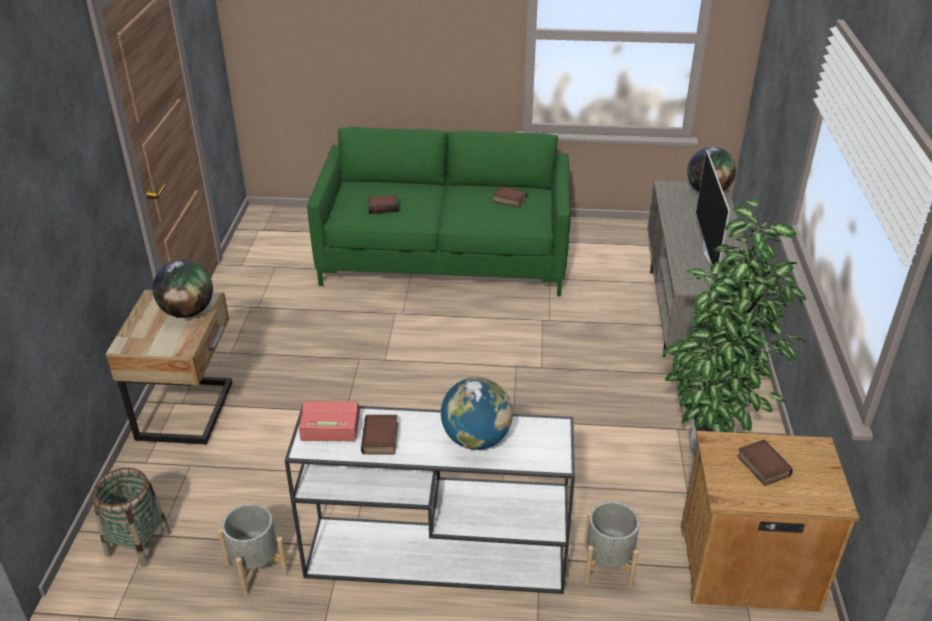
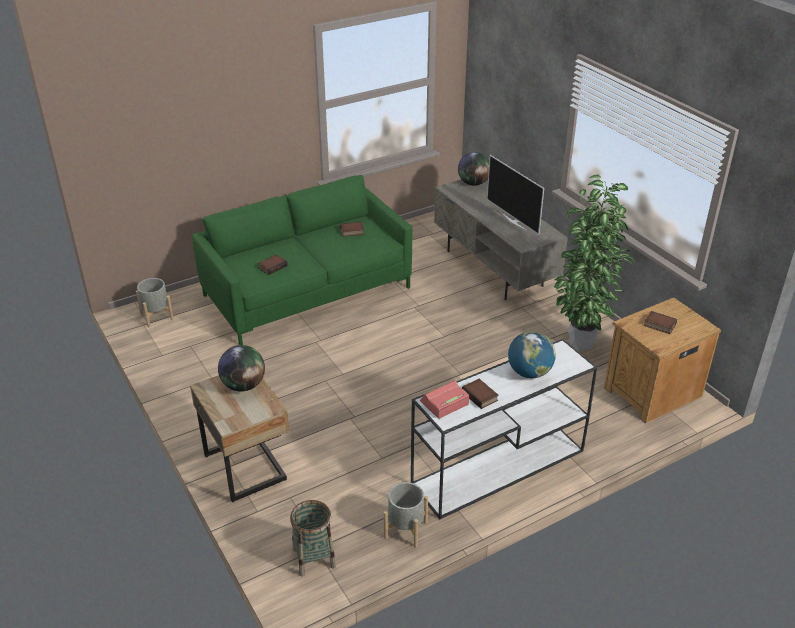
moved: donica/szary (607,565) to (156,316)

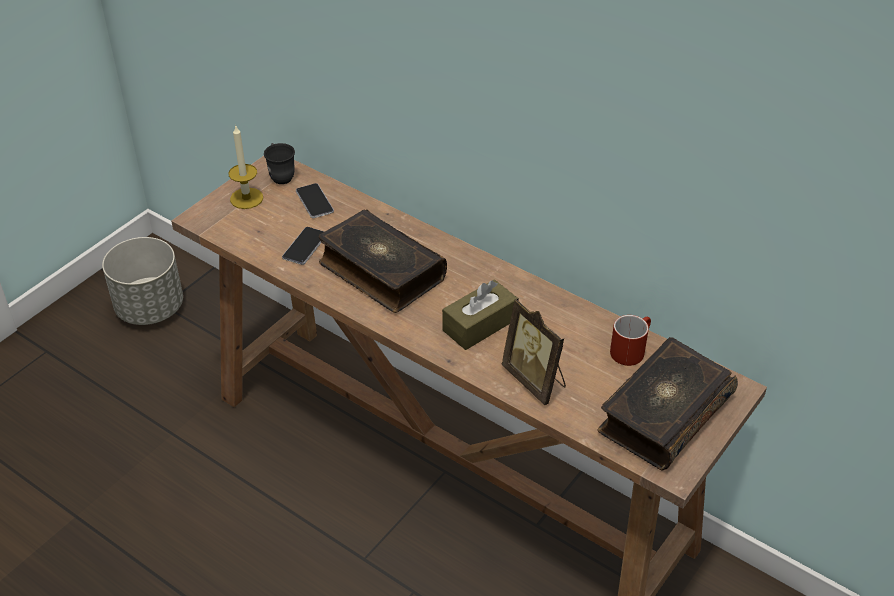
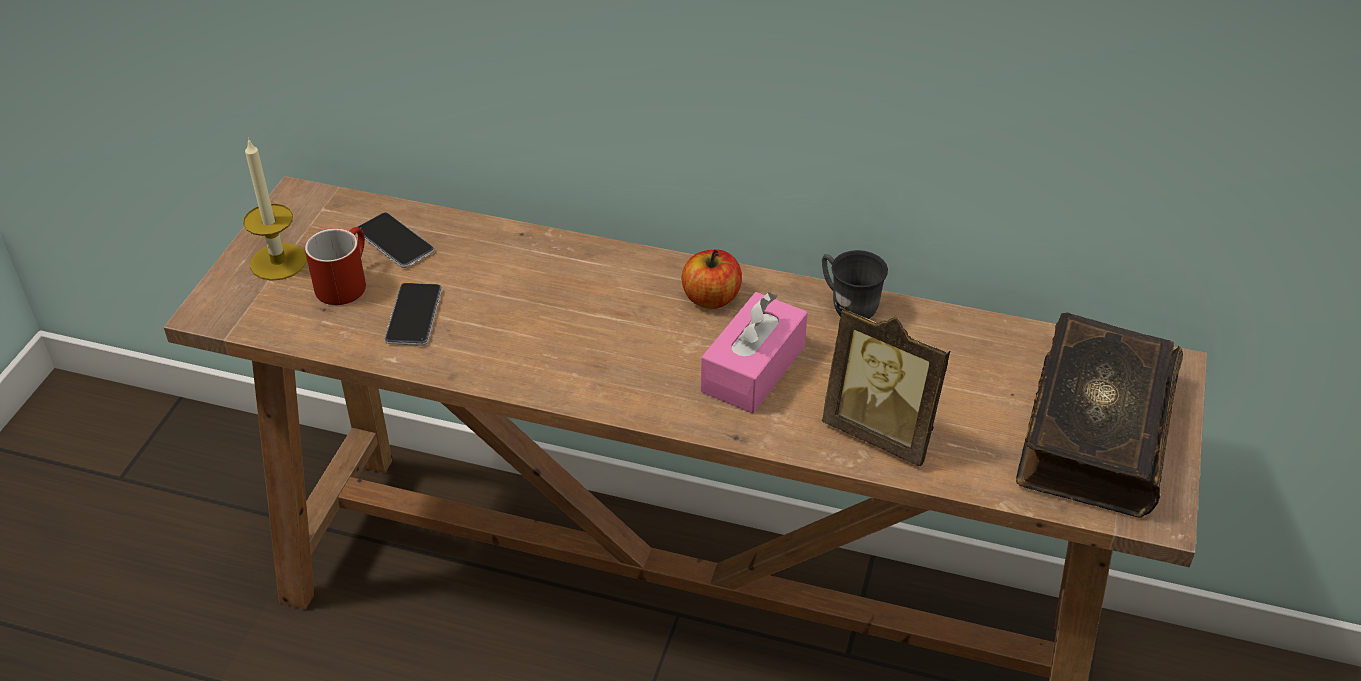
removed: książka (380,272); donica/szary (150,308)
added: jabłko (711,298)
moved: kubek/szary (280,175) to (847,307); kubek/czerwony (630,349) to (344,281)
recoloured: pudełko chusteczek/brązowy (479,325) to pudełko chusteczek/różowy (753,369)

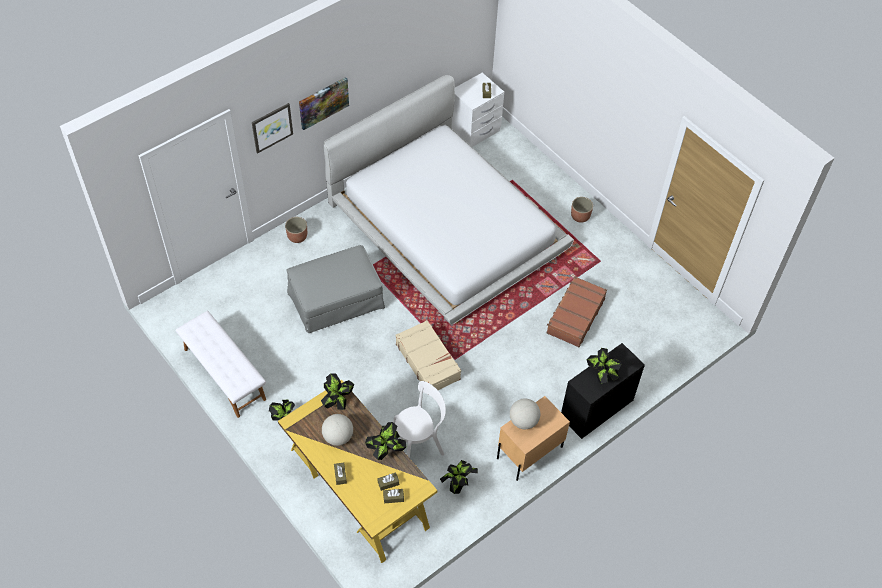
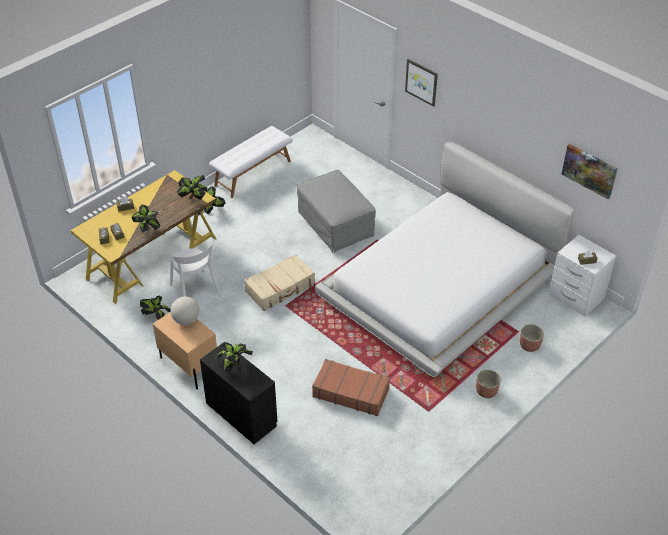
removed: globus (338,437)
moved: obraz (323,102) to (589,170); donica (297,237) to (529,345)

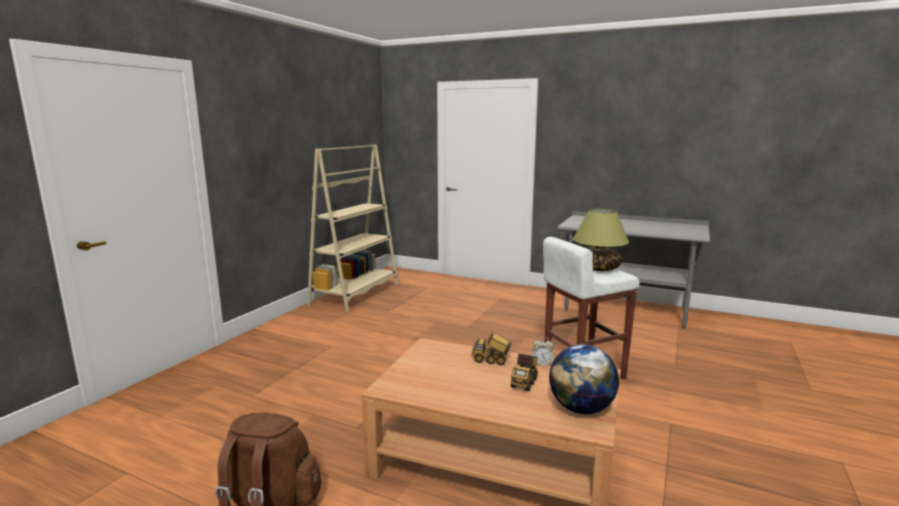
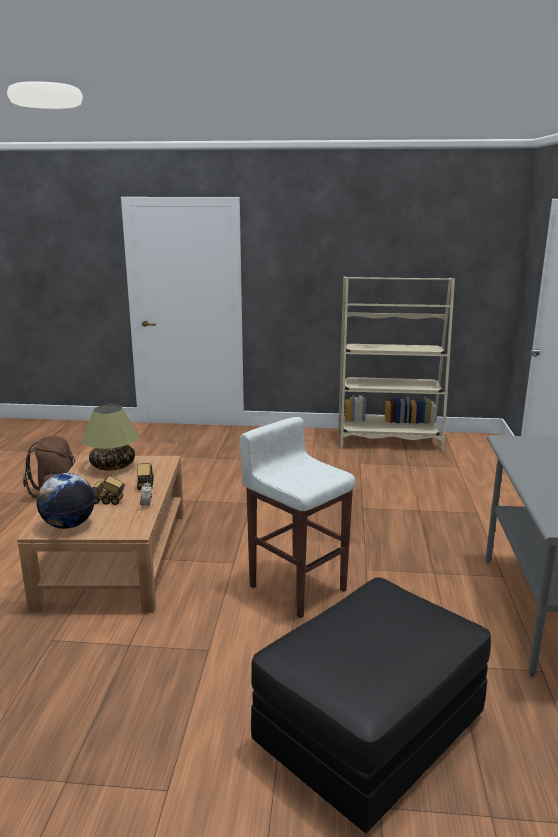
added: pufa/czarny (370,728)
moved: lampa stołowa (598,268) to (113,466)

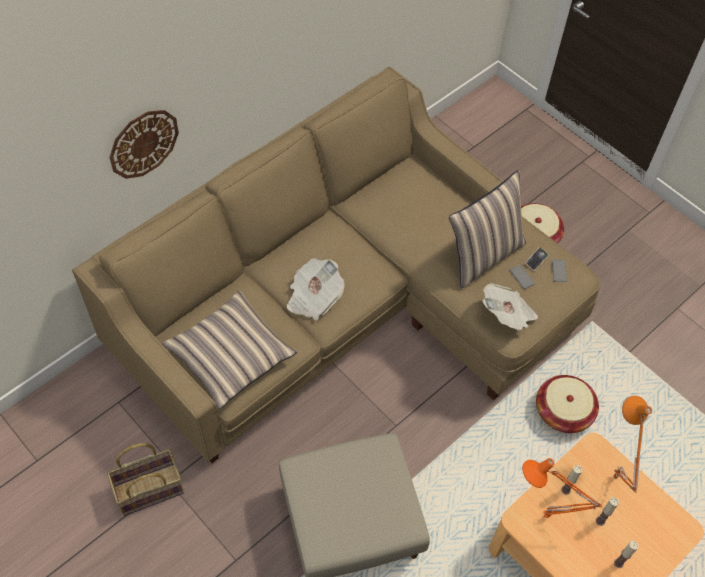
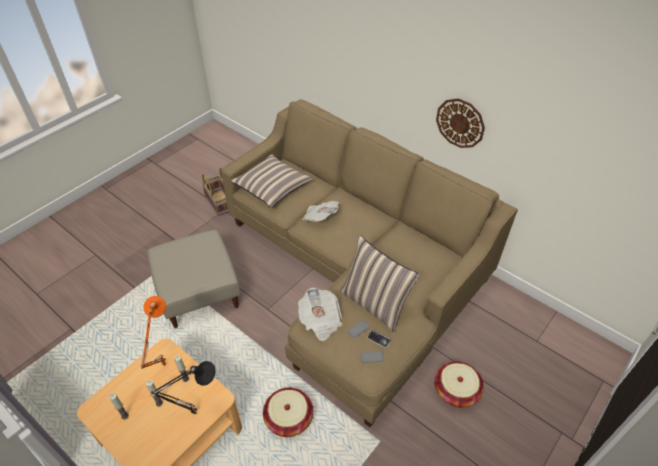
moved: zegar ścienny (143,143) to (460,123)
recoloured: lampa stołowa/pomarańczowy (611,477) to lampa stołowa/czarny (195,412)

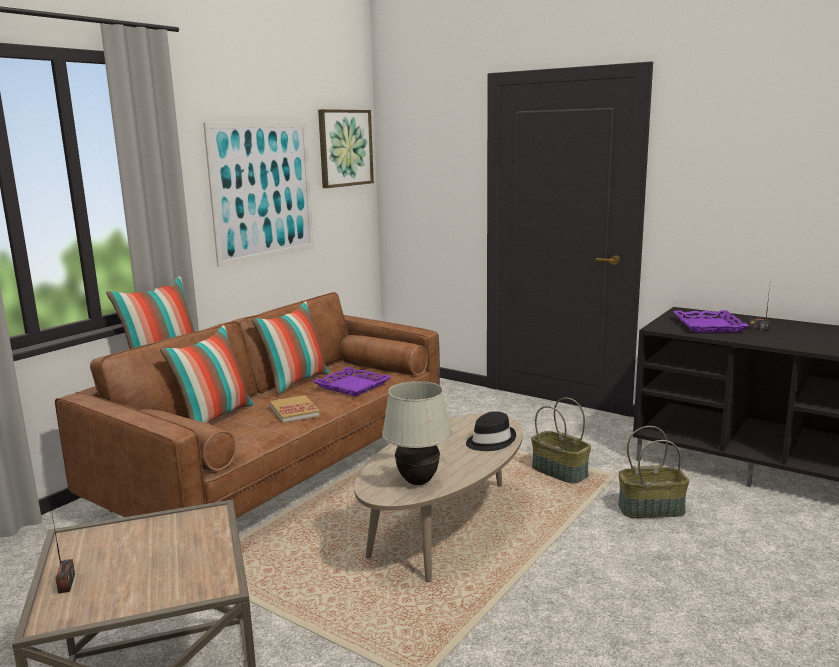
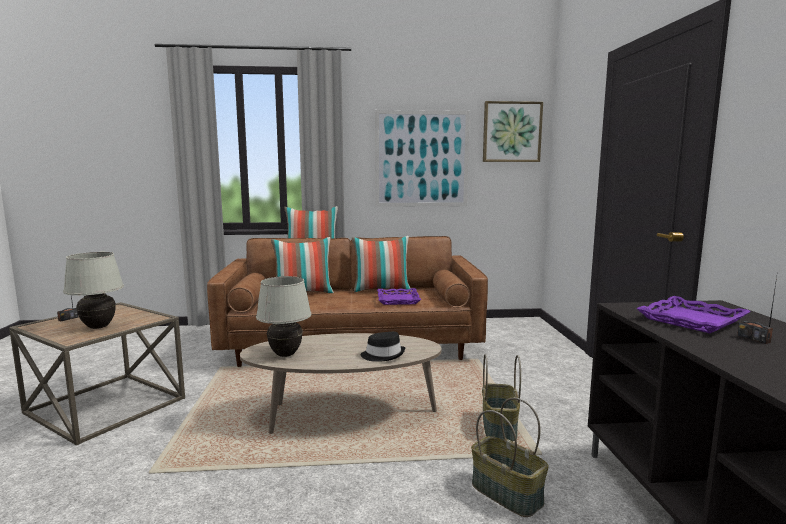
removed: książka (295,411)
added: lampa stołowa/biały (98,327)

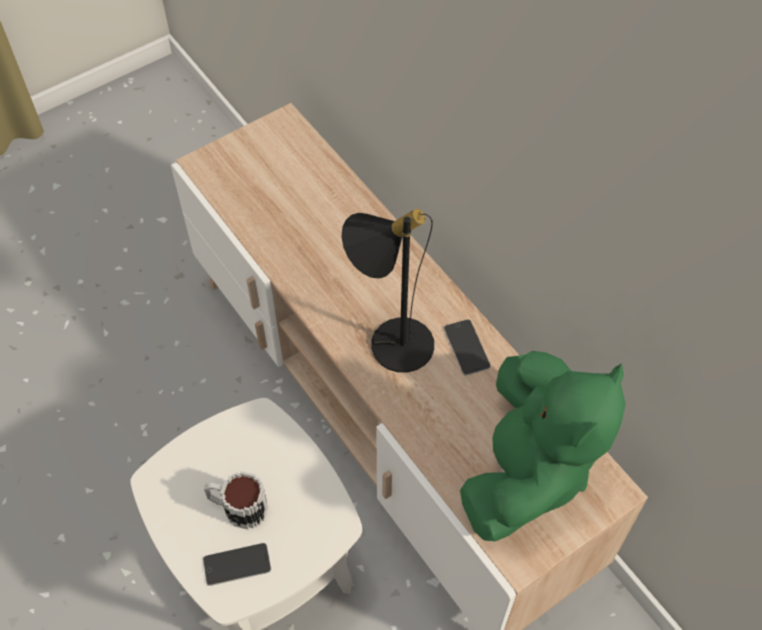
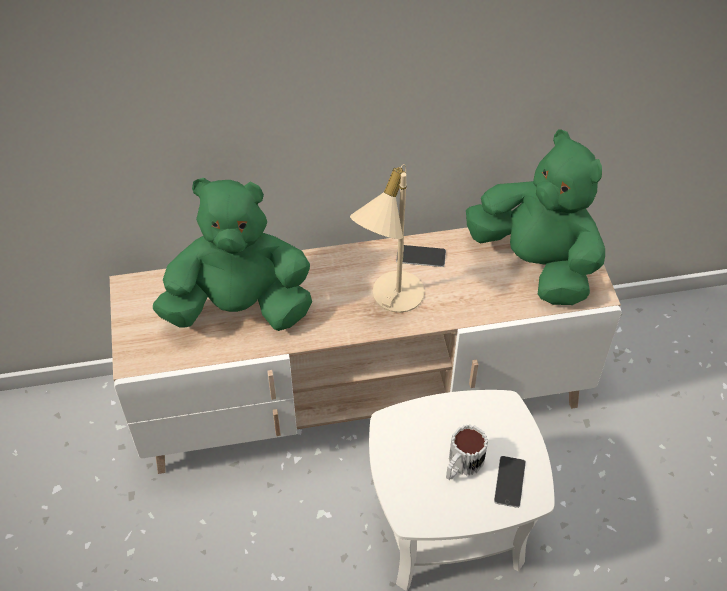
added: pluszak/zielony (240,307)
recoloured: lampa stołowa/czarny (391,339) to lampa stołowa/beżowy (389,297)

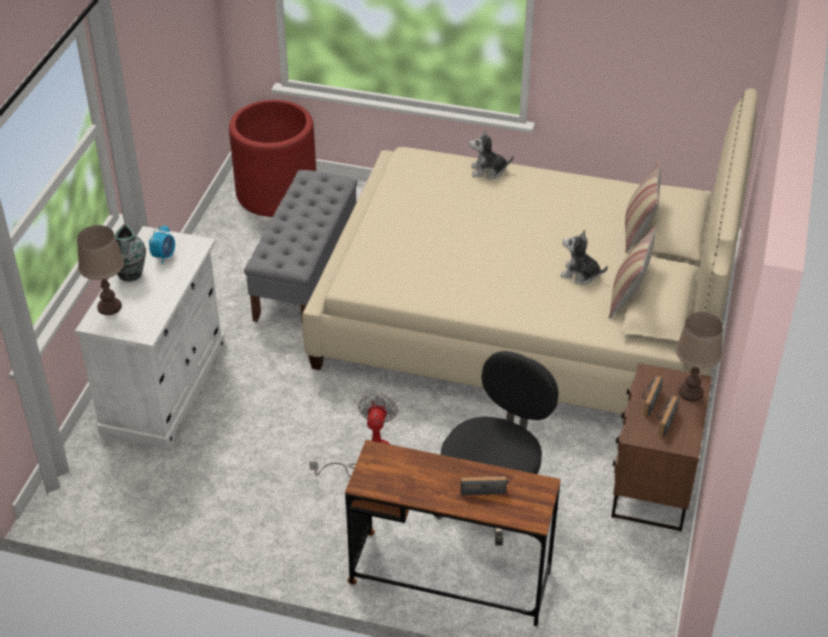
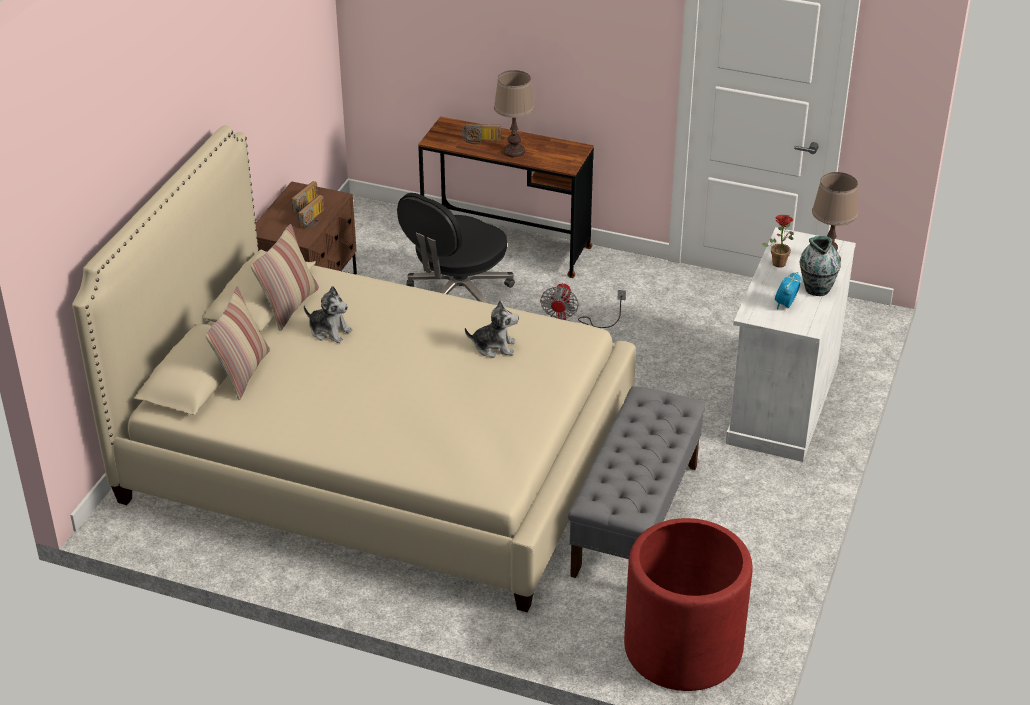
added: roślina doniczkowa (778,261)
moved: pluszak (488,171) to (494,347); lampa stołowa/brązowy (691,392) to (514,151)

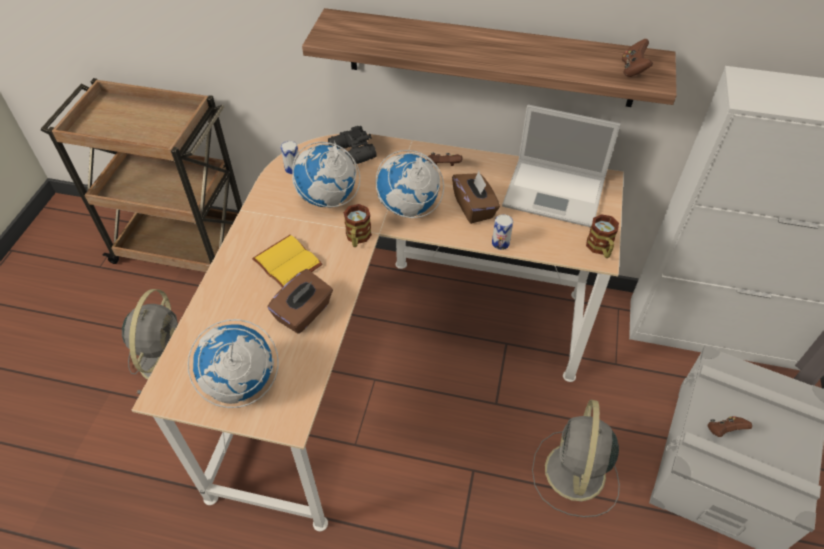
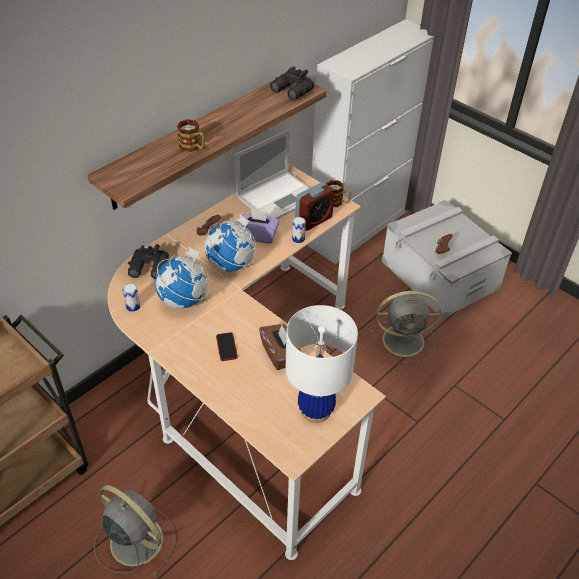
added: budzik (313,220)
moved: kubek (357,238) to (193,147)
replaced: pad do gier/brązowy (633,69) to lornetka/czarny (292,91); książka/żółty (285,263) to telefon (226,347); globus (240,384) to lampa stołowa/biały (315,410)
recoloured: pudełko chusteczek/brązowy (474,207) to pudełko chusteczek/fioletowy (258,235)
turned: wentylator/szary (574,474) = (405,340) 45 degrees counterclockwise

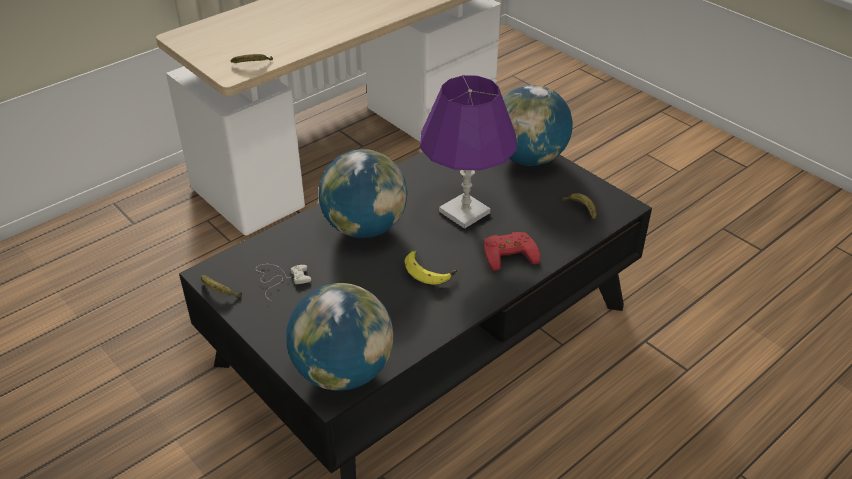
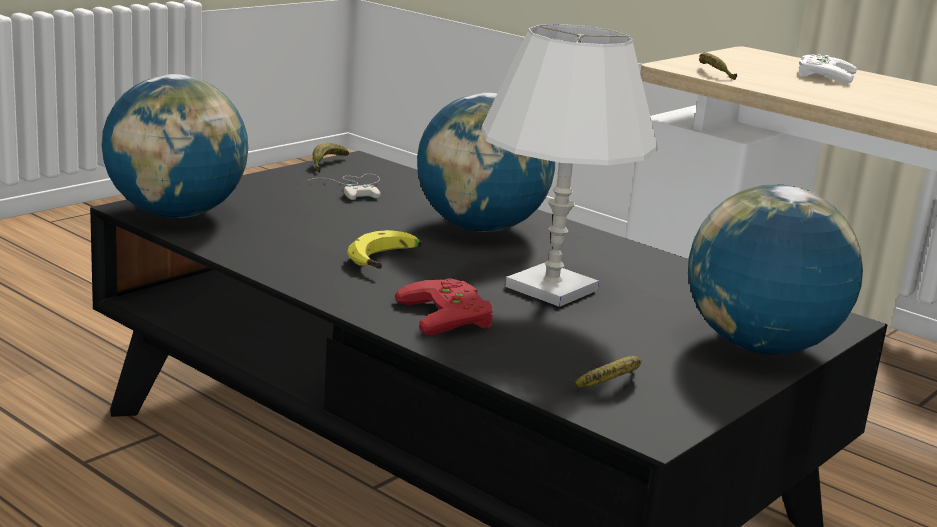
added: pad do gier/biały (820,74)
recoloured: lampa stołowa/fioletowy (465,212) to lampa stołowa/biały (551,289)

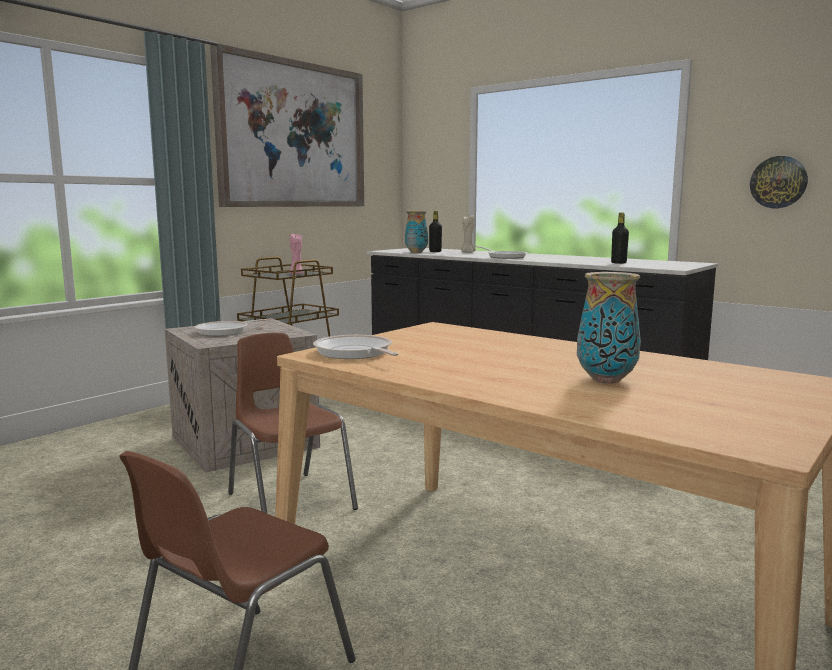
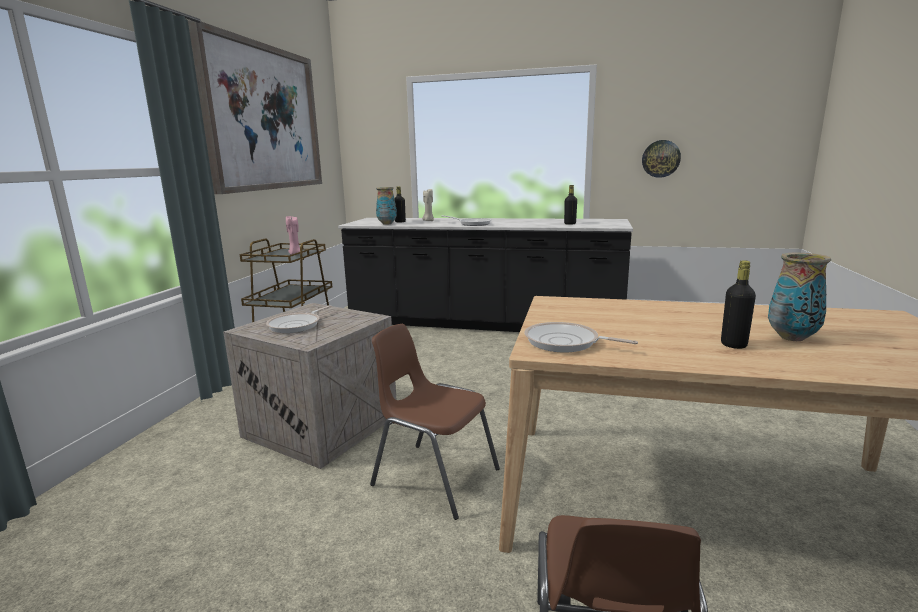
added: butelka/czarny (733,345)

